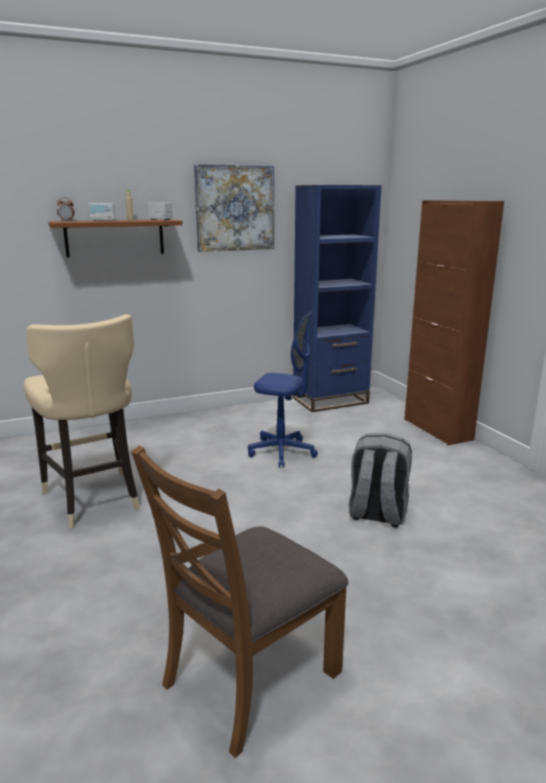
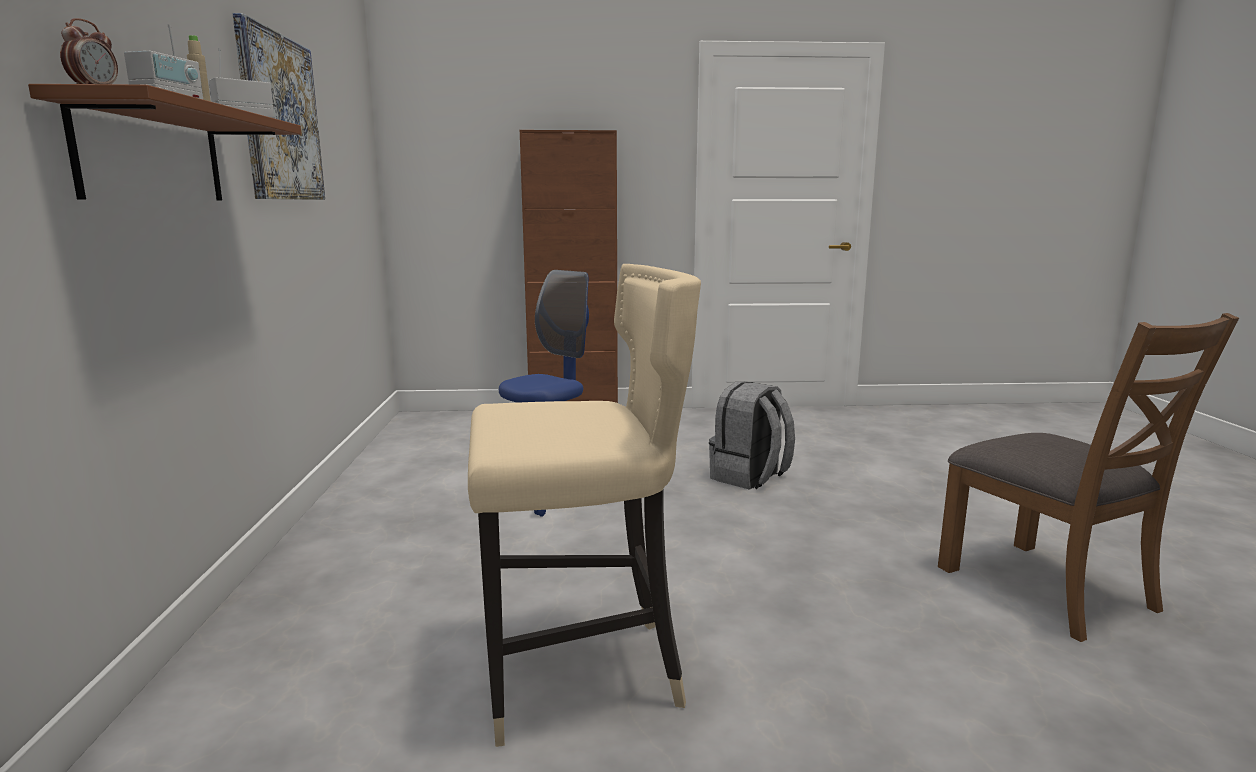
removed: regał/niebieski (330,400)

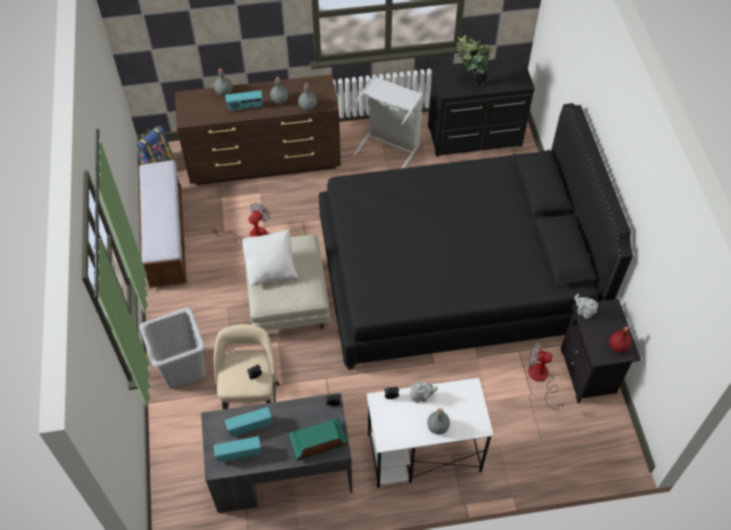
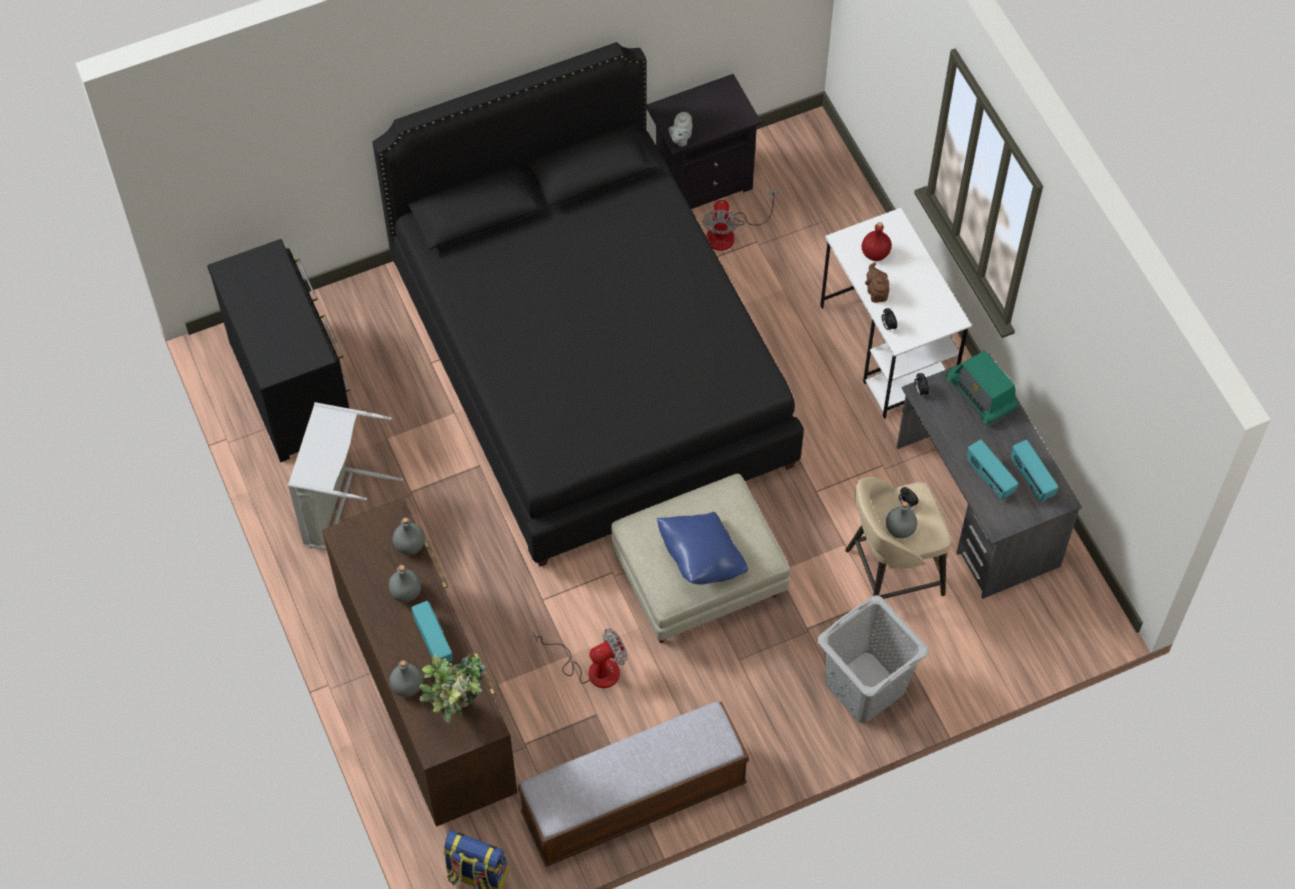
moved: roślina doniczkowa (470,85) to (458,717); butelka/czerwony (618,347) to (875,253); butelka/szary (438,426) to (899,529)
recoloured: poduszka/biały (271,268) to poduszka/niebieski (701,560); imbryk/szary (421,396) to imbryk/brązowy (876,292)
turned: wentylator (251,235) = (592,669) 135 degrees clockwise

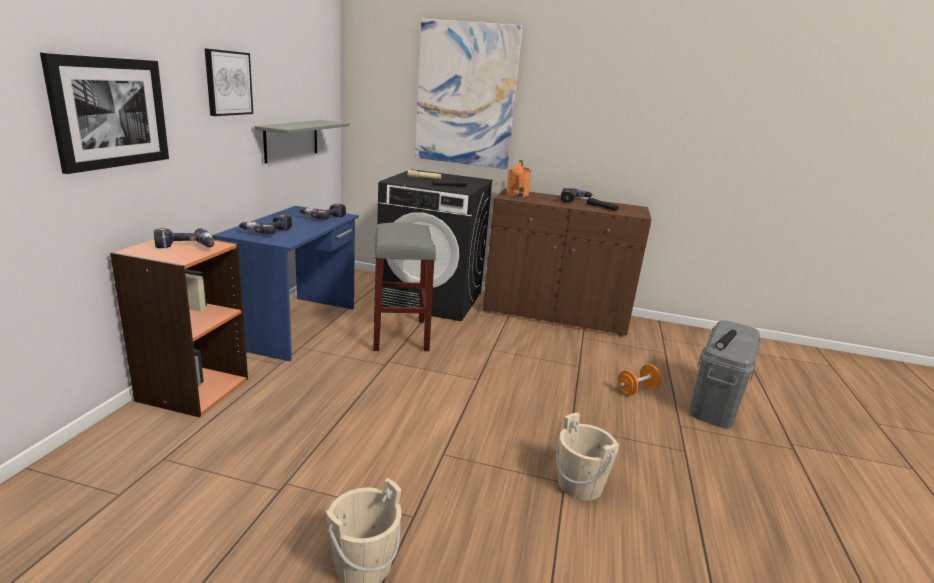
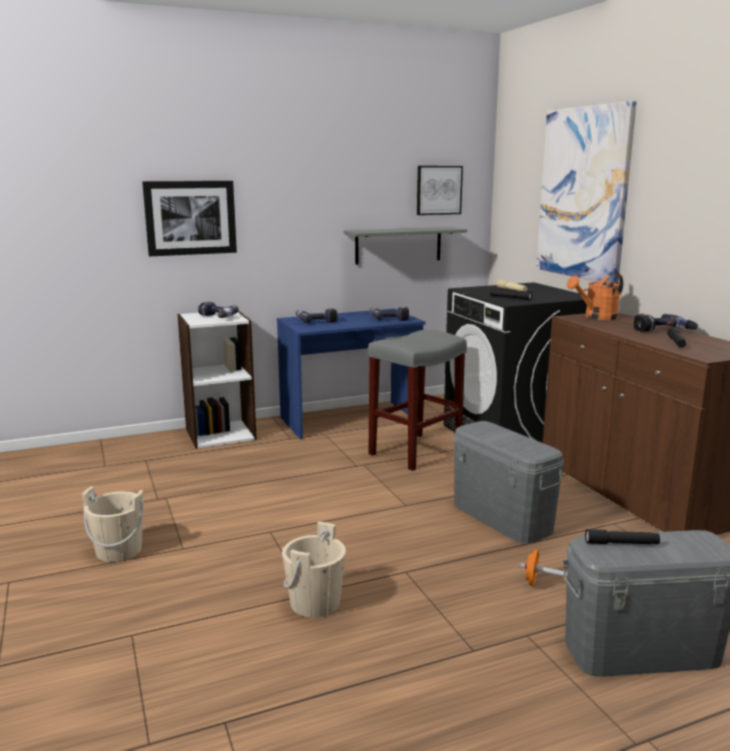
added: pojemnik do przechowywania/szary (501,517)
moved: obraz (228,83) to (438,190)
recoloured: regał/pomarańczowy (193,389) to regał/biały (220,434)

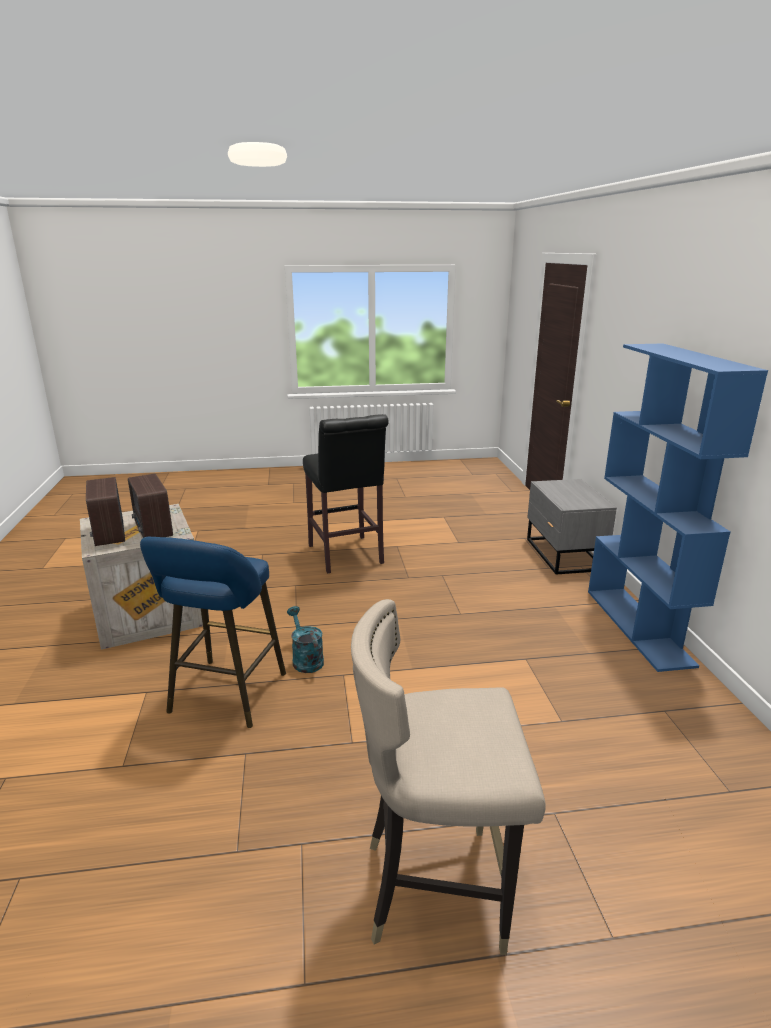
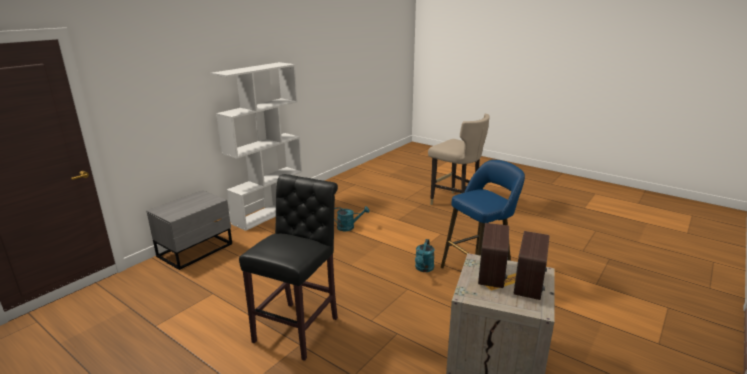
added: konewka/turkusowy (349,227)
recoloured: regał/niebieski (639,626) to regał/biały (269,212)

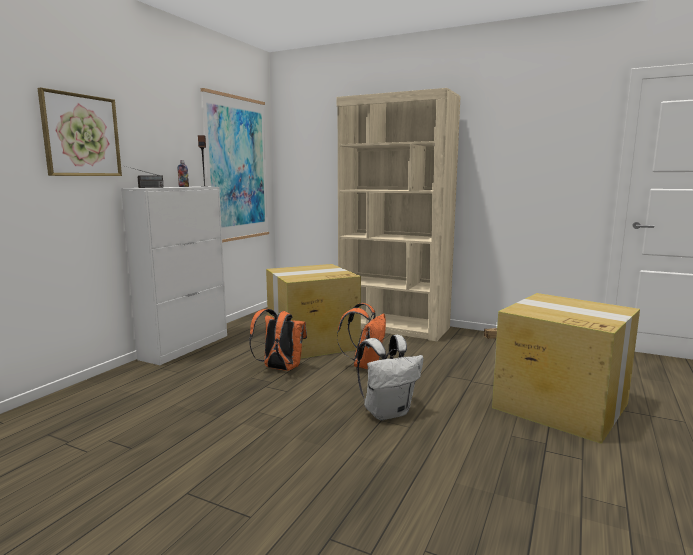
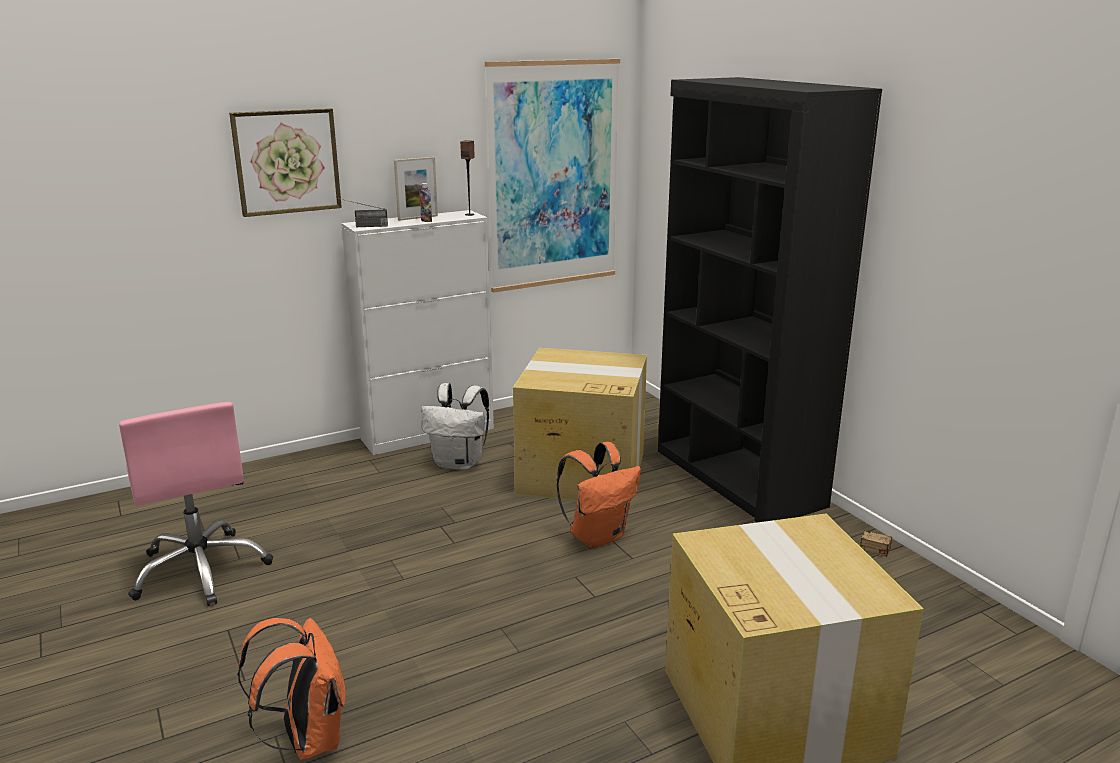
added: ramka na zdjęcie (418,218); krzesło biurowe/różowy (201,570)
moved: plecak/pomarańczowy (280,369) to (307,739); plecak/biały (387,412) to (459,463)
recoloured: regał/beżowy (393,327) to regał/czarny (737,478)

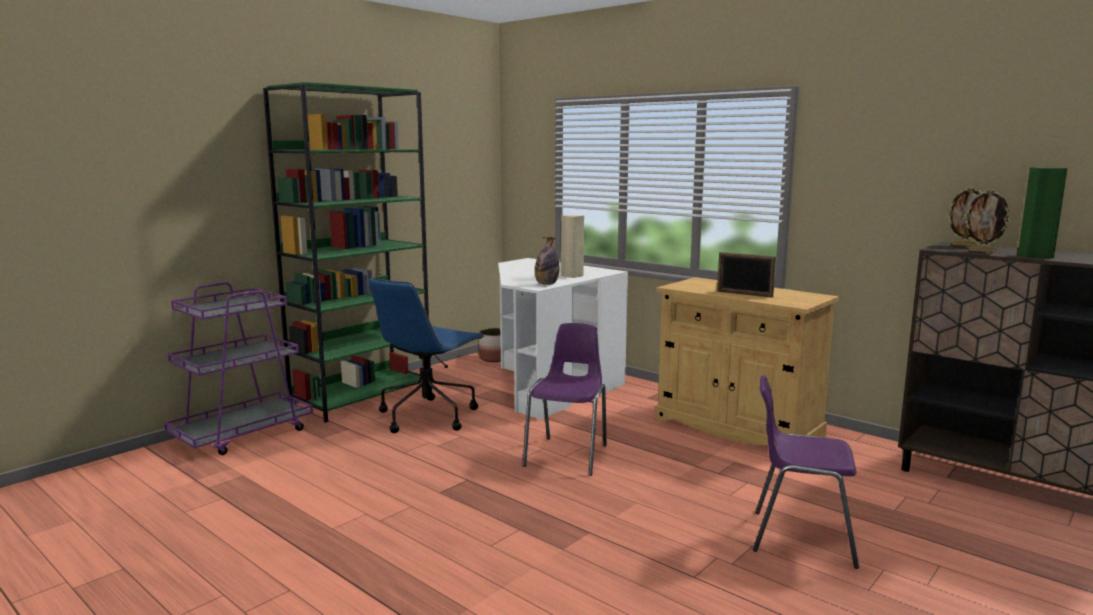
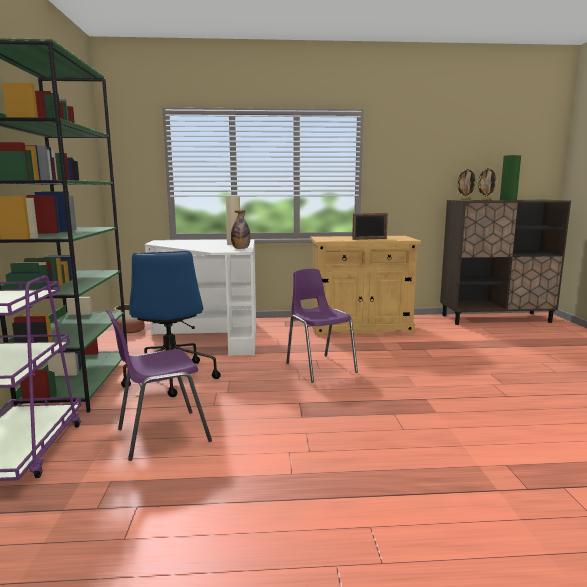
moved: krzesło/fioletowy (799,537) to (160,435)

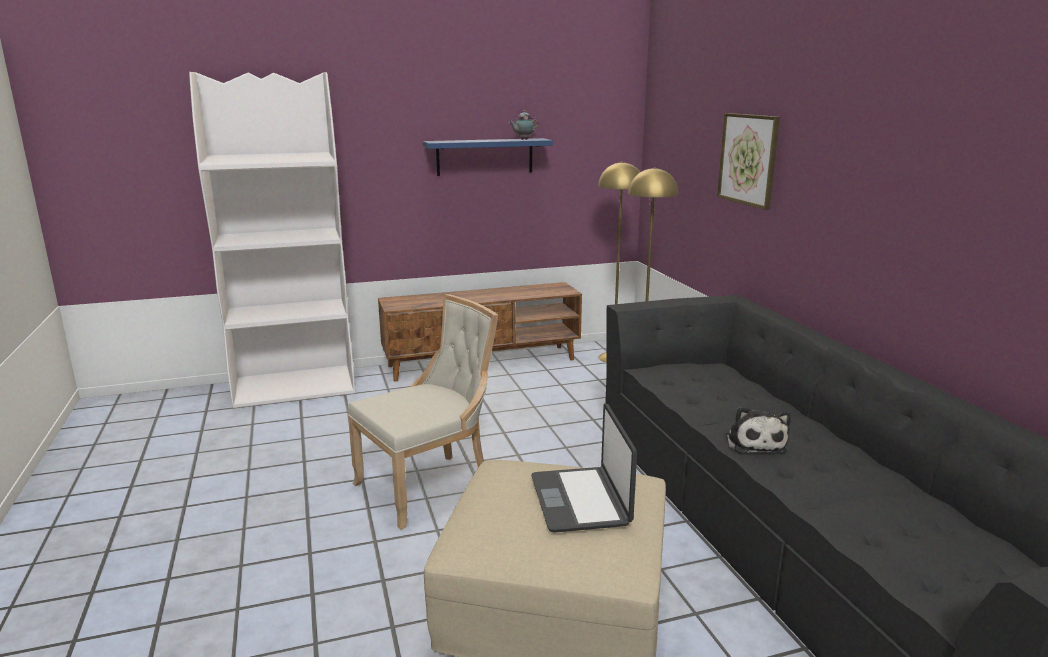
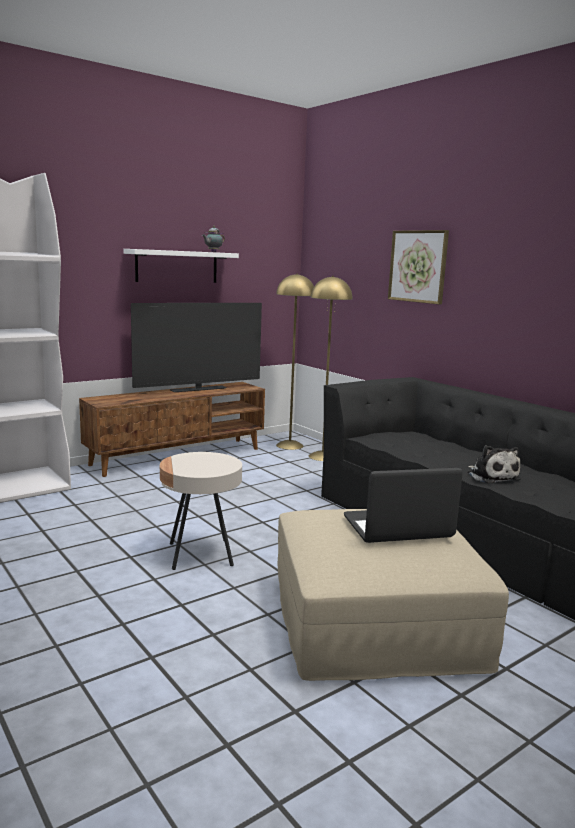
added: telewizor (198,389)
replaced: krzesło/beżowy (429,486) to stolik/beżowy (200,554)
recoloured: półka/niebieski (485,156) to półka/biały (177,266)
turned: laptop (581,500) = (398,528) 105 degrees clockwise

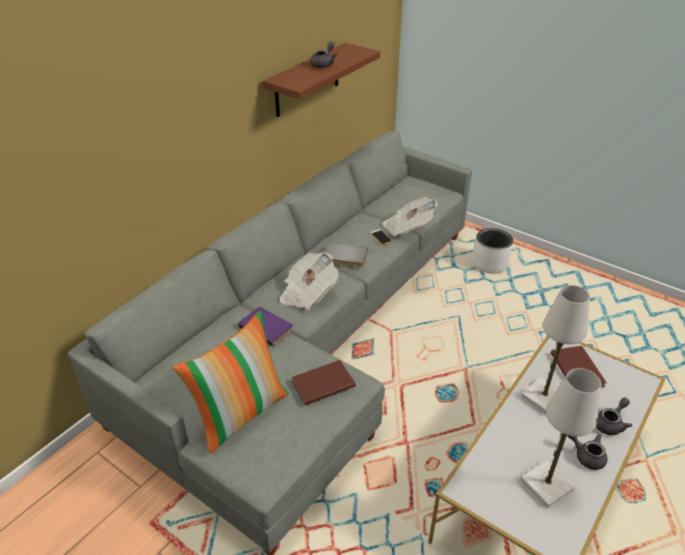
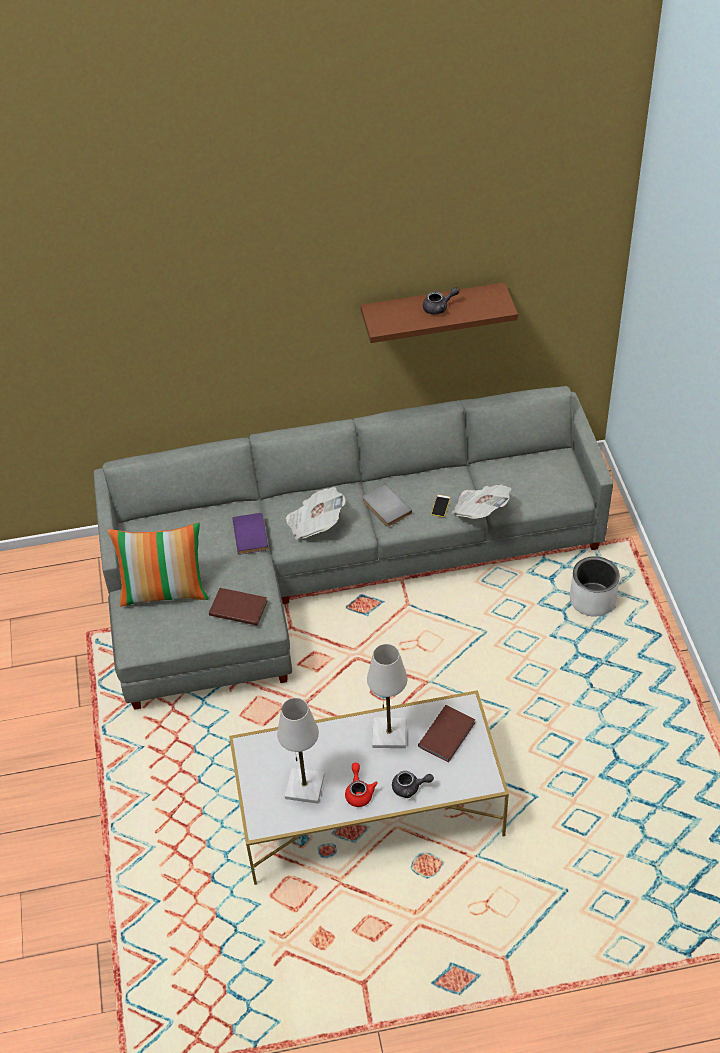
recoloured: imbryk/szary (586,455) to imbryk/czerwony (359,792)

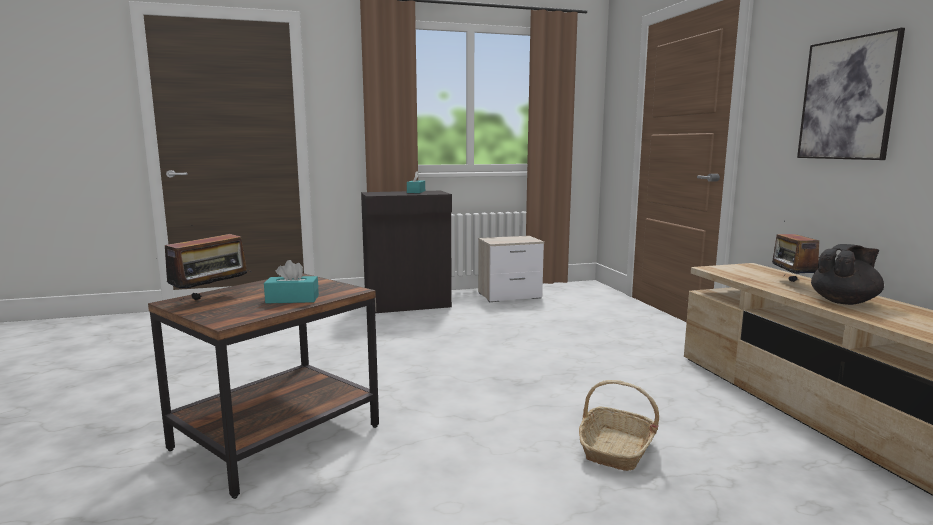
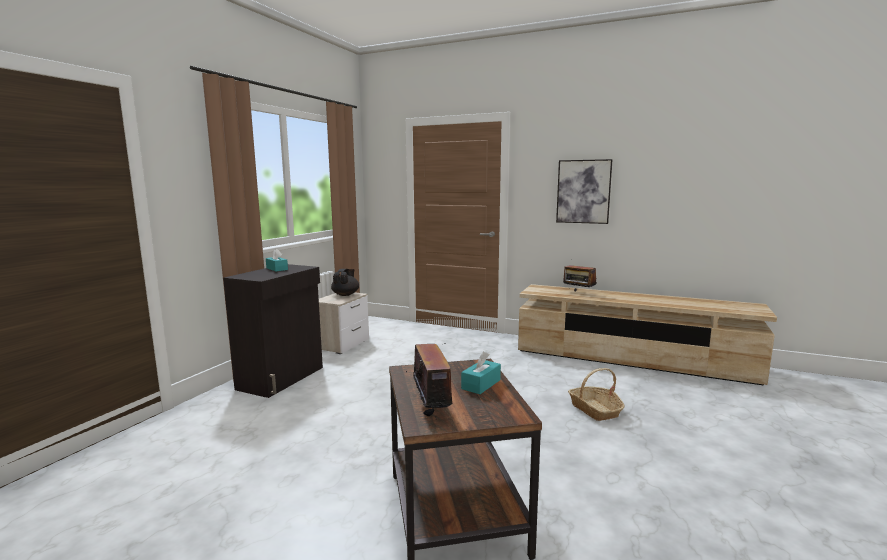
moved: imbryk/czarny (844,302) to (346,294)

